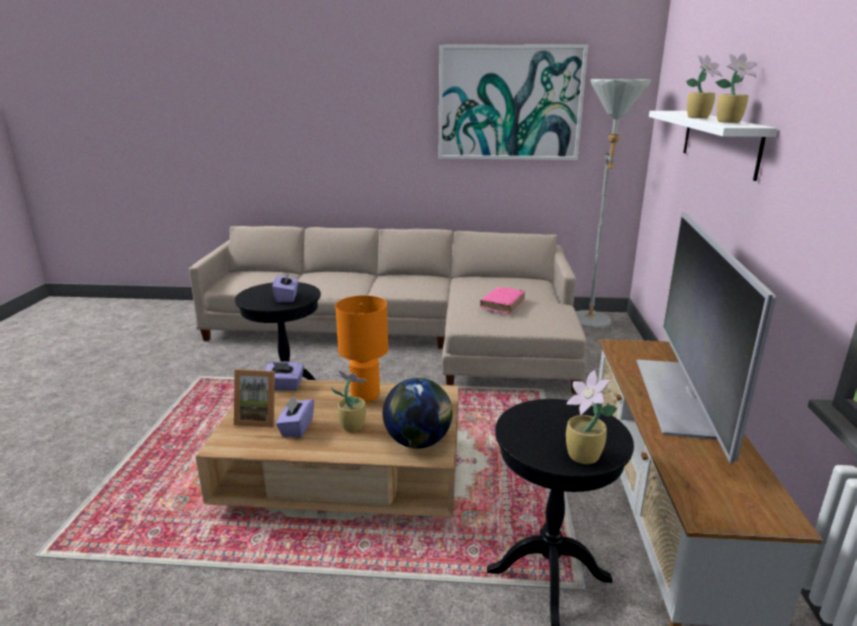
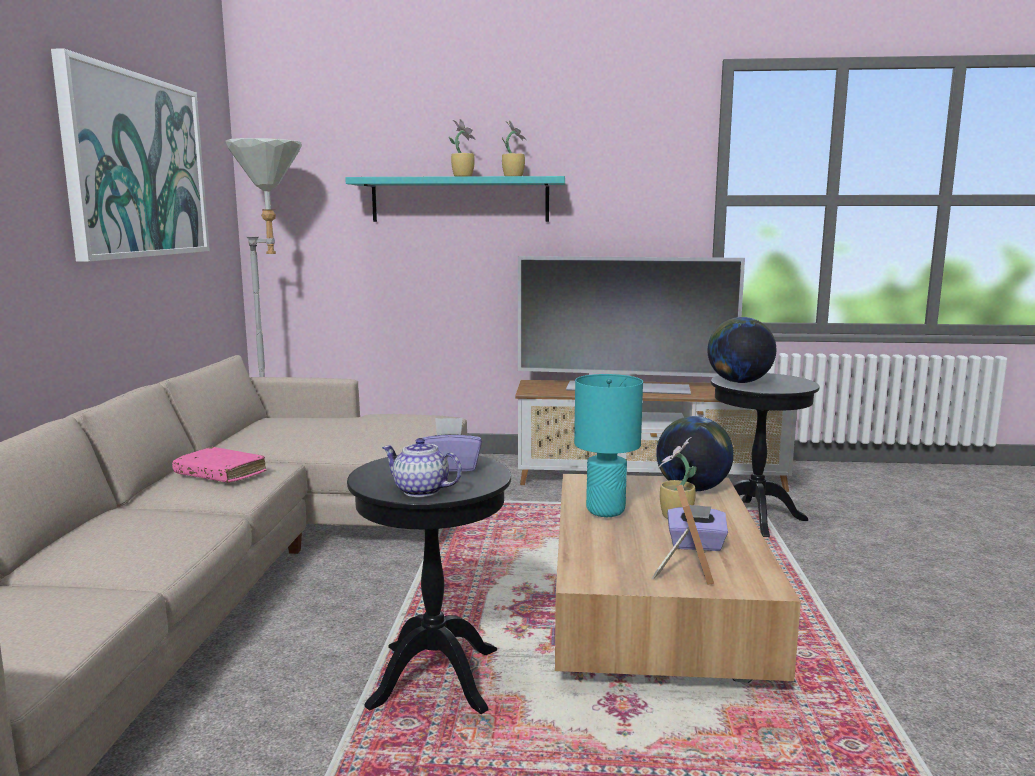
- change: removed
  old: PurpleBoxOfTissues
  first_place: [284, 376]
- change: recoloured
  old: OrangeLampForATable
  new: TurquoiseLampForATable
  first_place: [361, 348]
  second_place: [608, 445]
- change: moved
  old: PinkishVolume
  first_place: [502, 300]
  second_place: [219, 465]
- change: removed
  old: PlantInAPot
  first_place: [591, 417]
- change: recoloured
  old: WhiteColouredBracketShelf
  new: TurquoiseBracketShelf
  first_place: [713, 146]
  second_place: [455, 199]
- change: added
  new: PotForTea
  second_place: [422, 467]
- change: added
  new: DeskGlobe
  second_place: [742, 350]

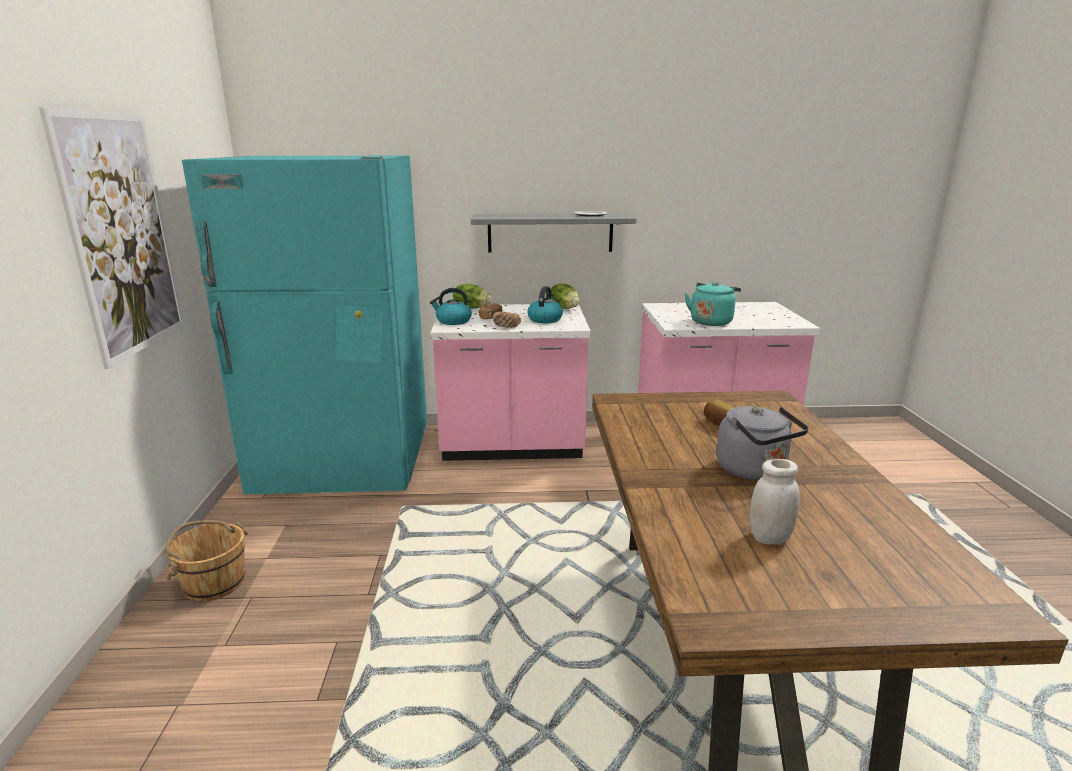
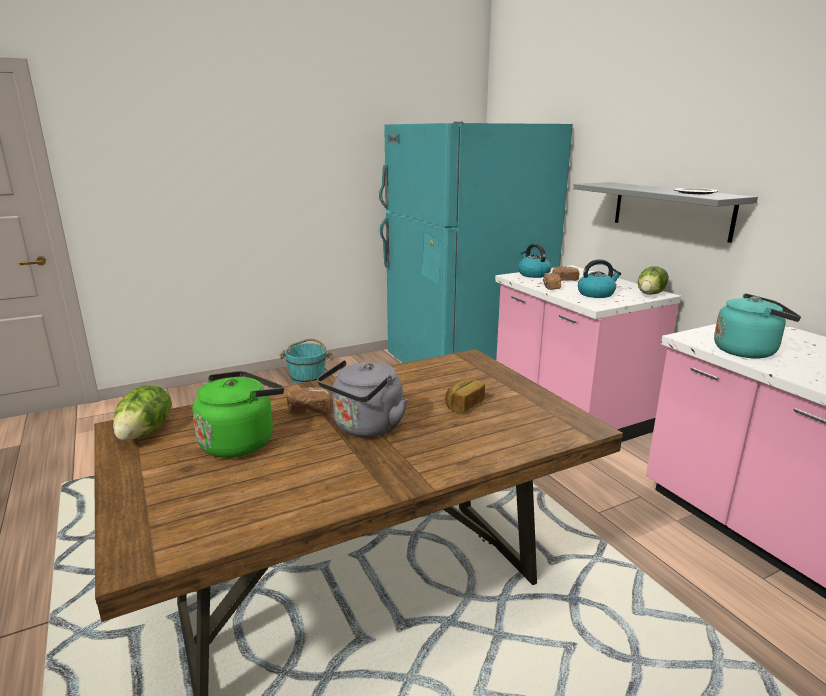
- change: removed
  old: WallArt
  first_place: [112, 238]
- change: recoloured
  old: BrownWaterBucket
  new: TurquoiseWaterBucket
  first_place: [207, 560]
  second_place: [306, 361]
- change: moved
  old: HeadOfLettuce
  first_place: [472, 296]
  second_place: [142, 412]
- change: replaced
  old: WhiteColouredJar
  new: GreenishTeaKettle
  first_place: [774, 501]
  second_place: [238, 414]
- change: added
  new: BakeryBread
  second_place: [308, 400]

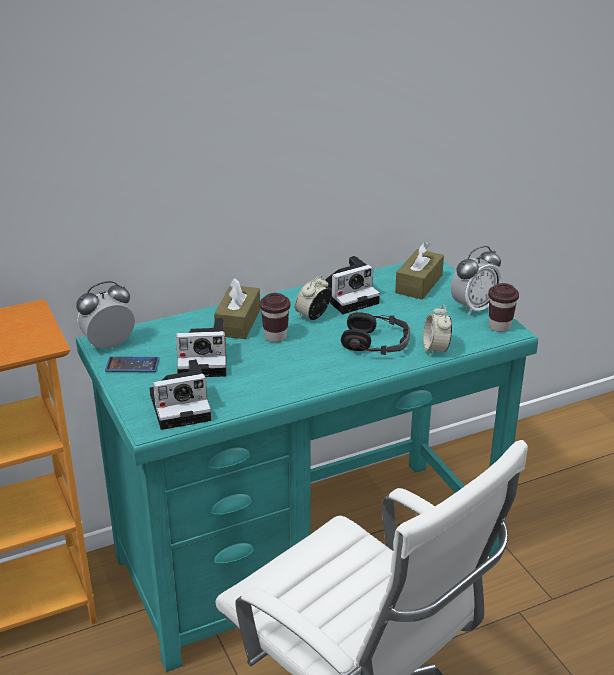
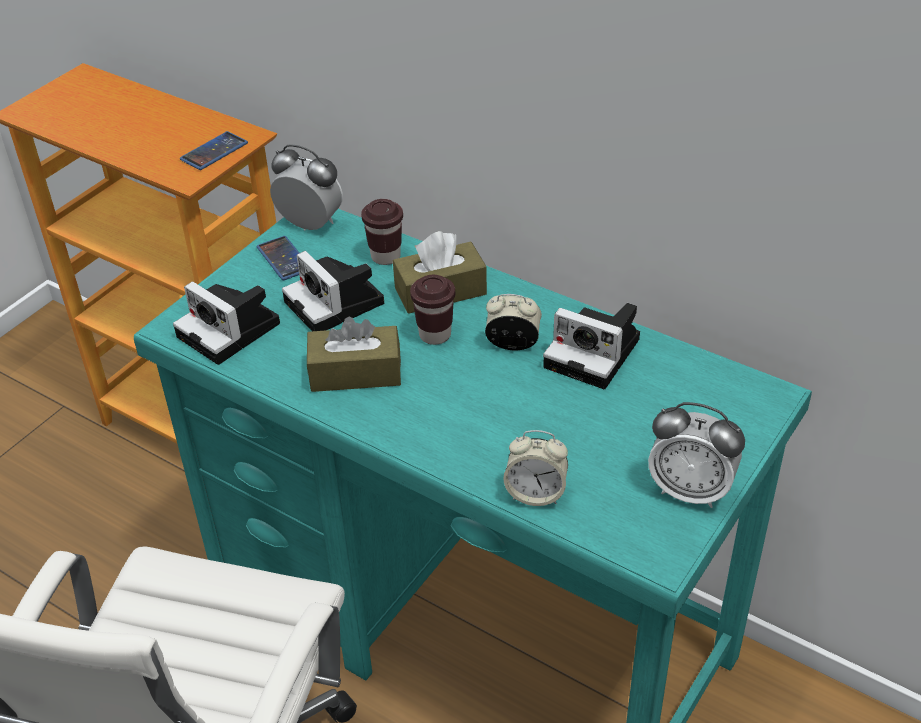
- change: removed
  old: Headphones
  first_place: [375, 333]
- change: moved
  old: BrownBoxOfTissues
  first_place: [419, 270]
  second_place: [354, 354]
- change: turned
  old: AlarmClock
  first_place: [437, 330]
  second_place: [535, 468]
  degrees: -135
- change: moved
  old: BrownSmallCup
  first_place: [503, 307]
  second_place: [382, 232]
- change: added
  new: Phone
  second_place: [214, 150]

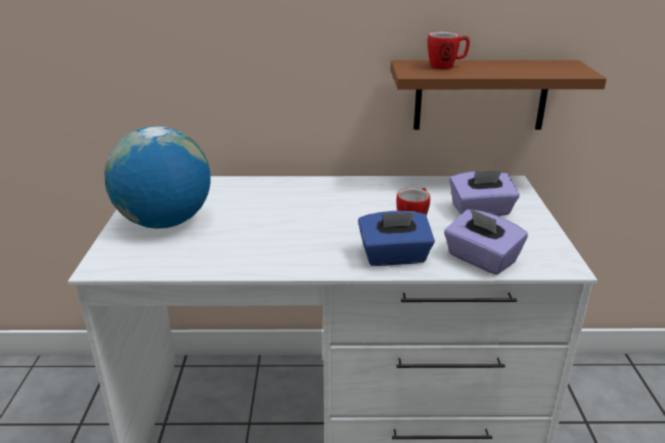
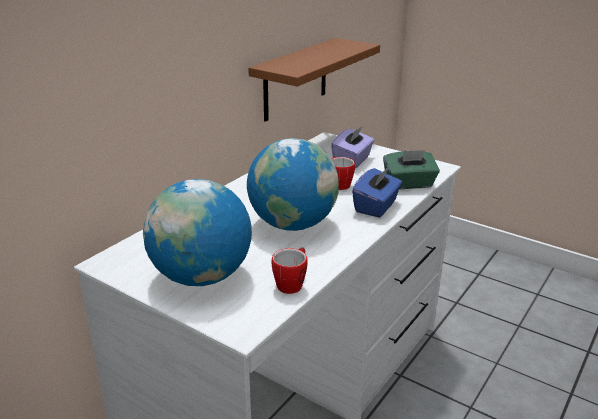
- change: moved
  old: CoffeeMug
  first_place: [448, 51]
  second_place: [289, 270]
- change: recoloured
  old: PurpleBoxOfTissues
  new: GreenishBoxOfTissues
  first_place: [486, 242]
  second_place: [411, 170]
- change: added
  new: DeskGlobe
  second_place: [293, 184]

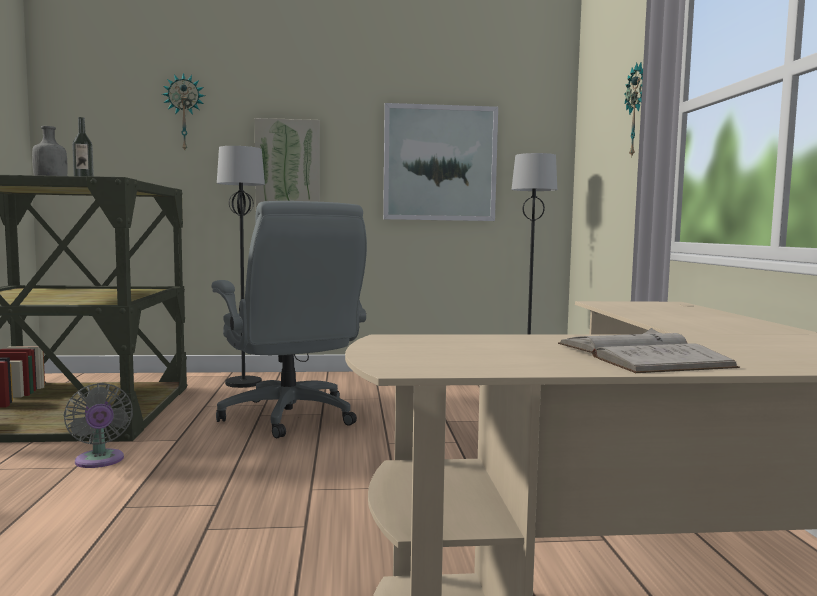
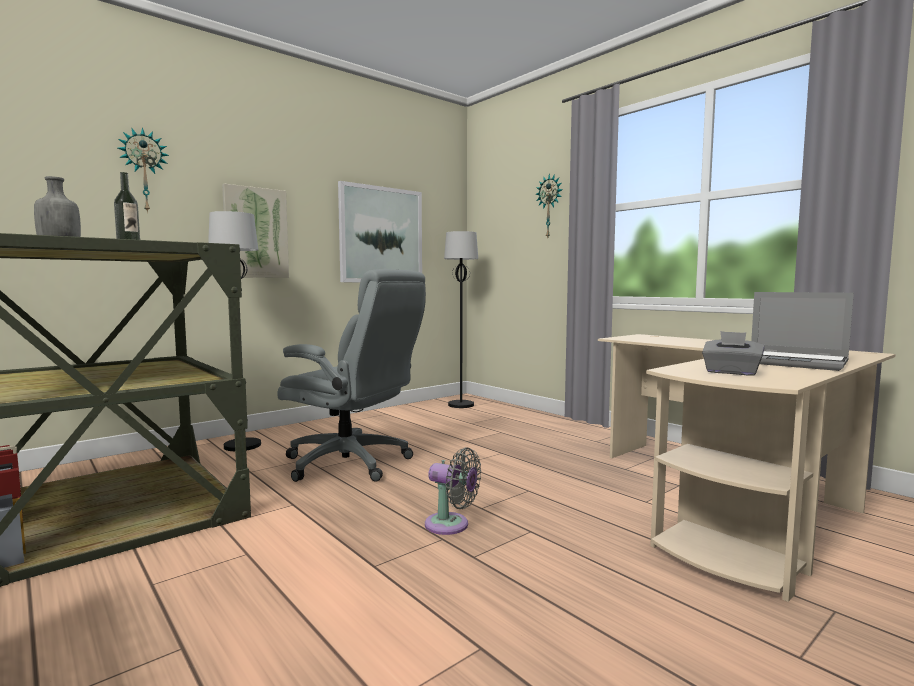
- change: moved
  old: GreyCoolingFan
  first_place: [98, 425]
  second_place: [453, 491]
- change: replaced
  old: WhiteColouredVolume
  new: NotebookComputer
  first_place: [649, 350]
  second_place: [802, 331]
- change: added
  new: GreyBoxOfTissues
  second_place: [733, 353]

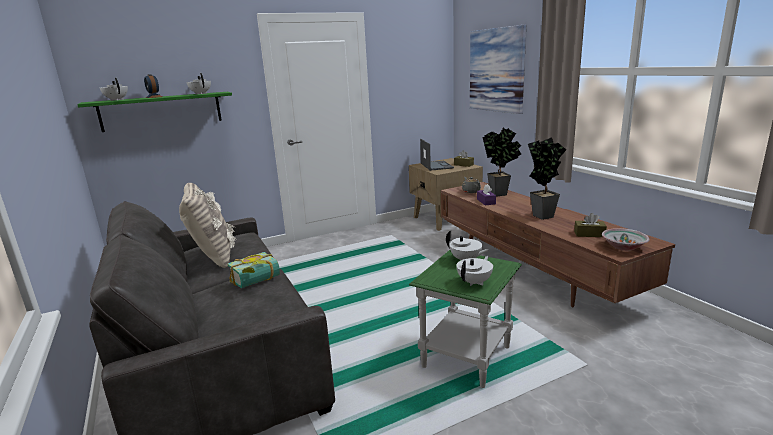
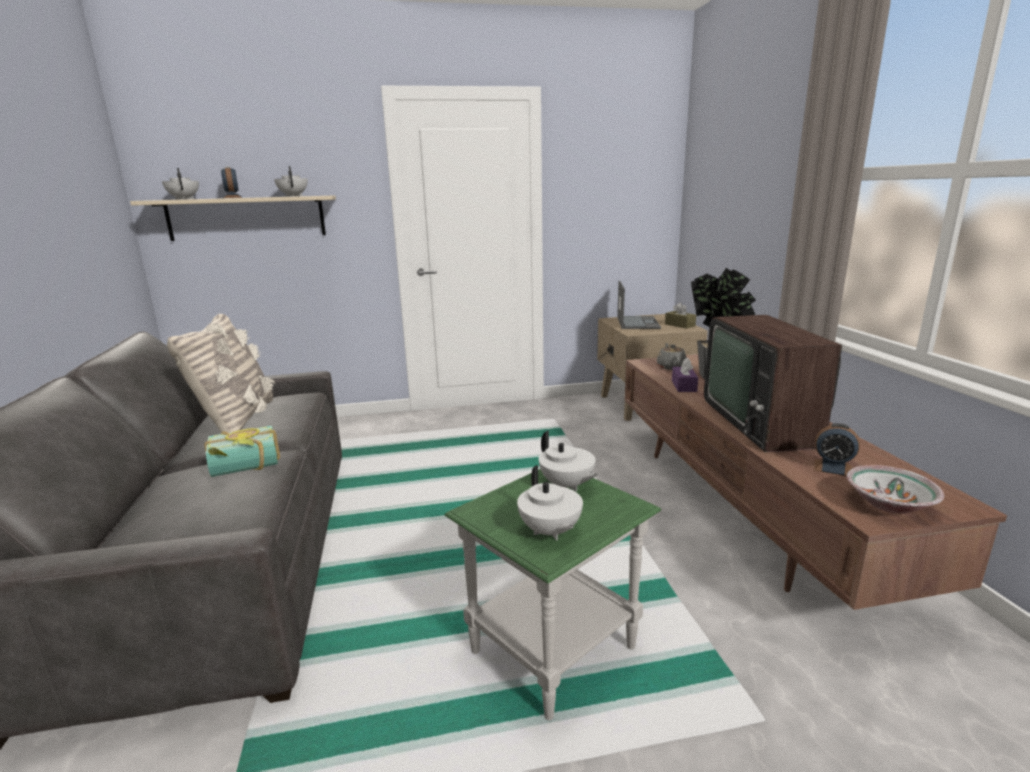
- change: recoloured
  old: GreenishBracketShelf
  new: SandColouredBracketShelf
  first_place: [154, 112]
  second_place: [233, 218]
- change: turned
  old: WhiteColouredPotForTea
  first_place: [474, 271]
  second_place: [550, 503]
  degrees: 105
- change: removed
  old: WallArt
  first_place: [498, 69]
- change: replaced
  old: PlantInAPot
  new: Television
  first_place: [547, 179]
  second_place: [773, 383]
- change: replaced
  old: BrownBoxOfTissues
  new: AlarmClock
  first_place: [590, 225]
  second_place: [837, 449]

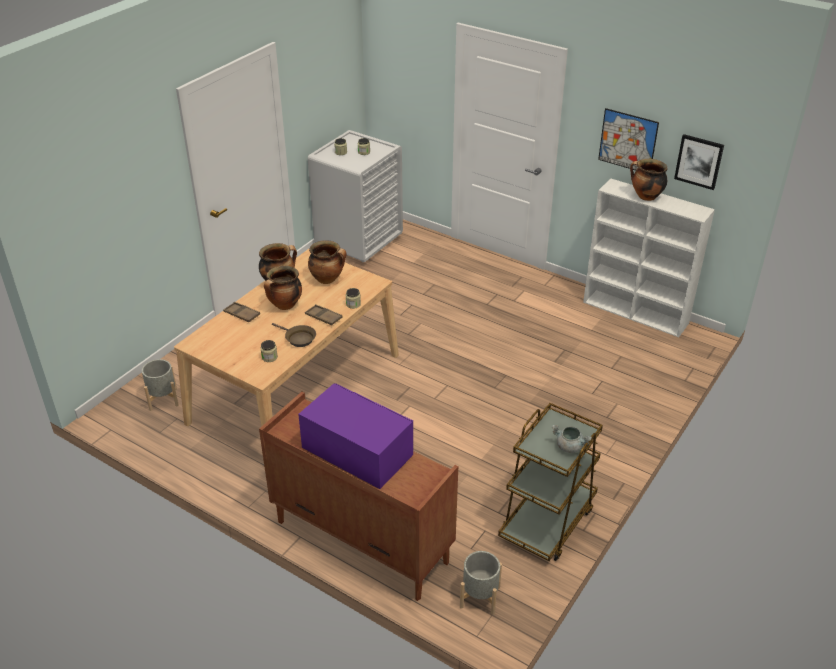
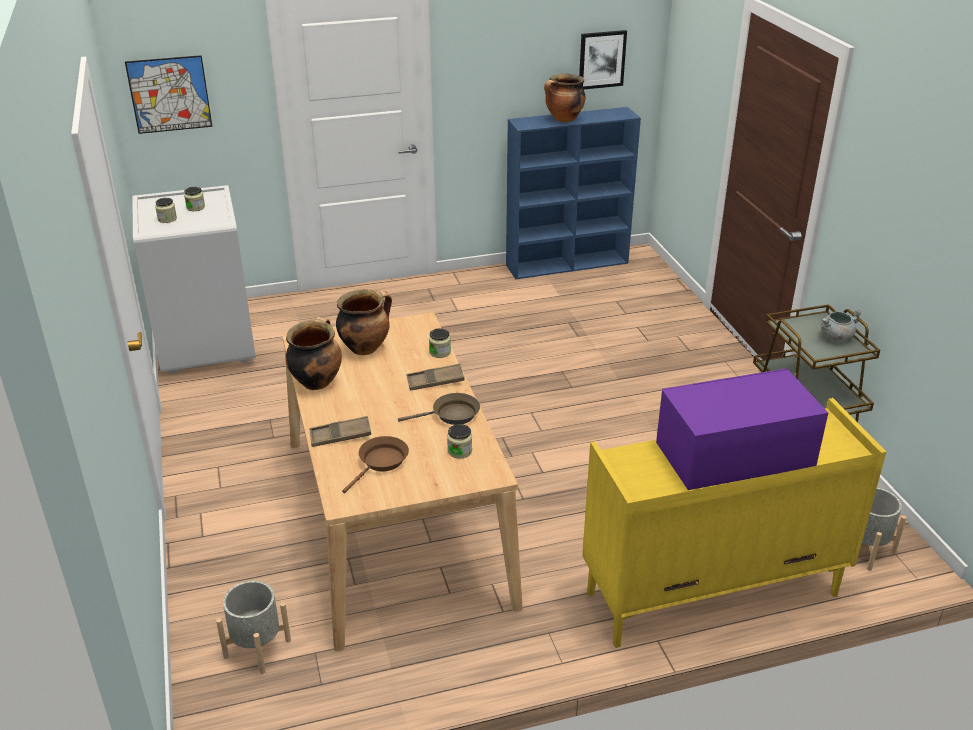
- change: recoloured
  old: BrownStorageCabinet
  new: YellowColouredStorageCabinet
  first_place: [358, 496]
  second_place: [734, 523]
- change: removed
  old: Stockpot
  first_place: [283, 288]
- change: recoloured
  old: WhiteColouredShelvingUnit
  new: BluishShelvingUnit
  first_place: [649, 257]
  second_place: [573, 193]
- change: moved
  old: WallArt
  first_place: [628, 139]
  second_place: [168, 94]
- change: added
  new: BrownFryingPan
  second_place: [375, 464]

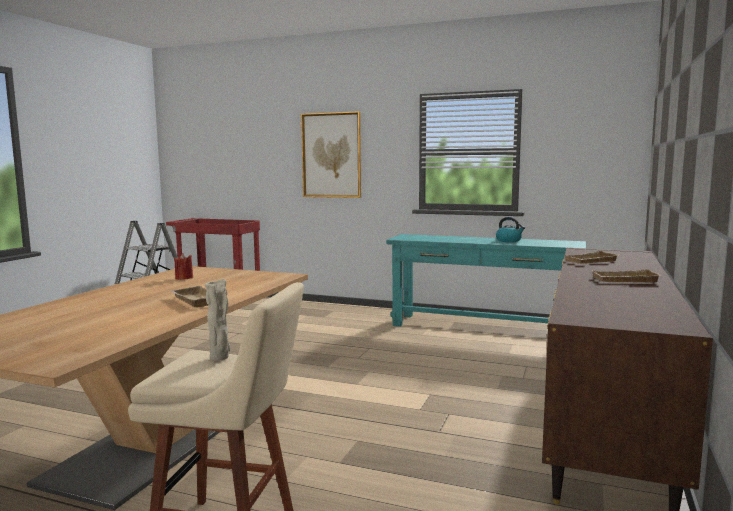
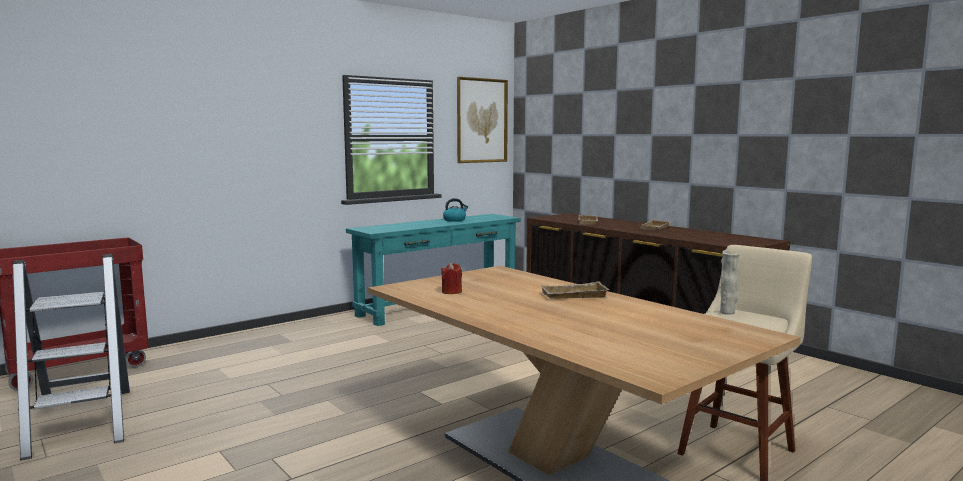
- change: moved
  old: WallArt
  first_place: [331, 154]
  second_place: [482, 120]

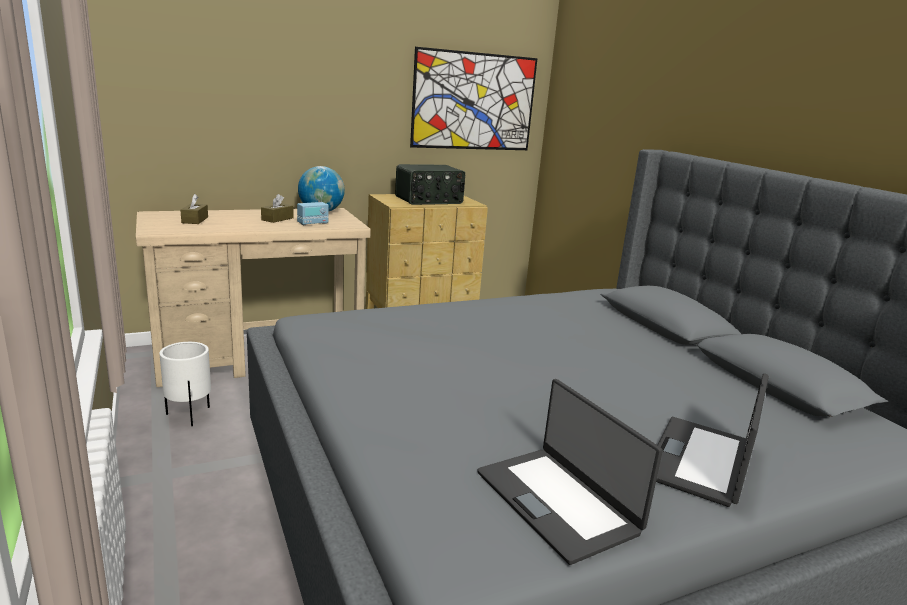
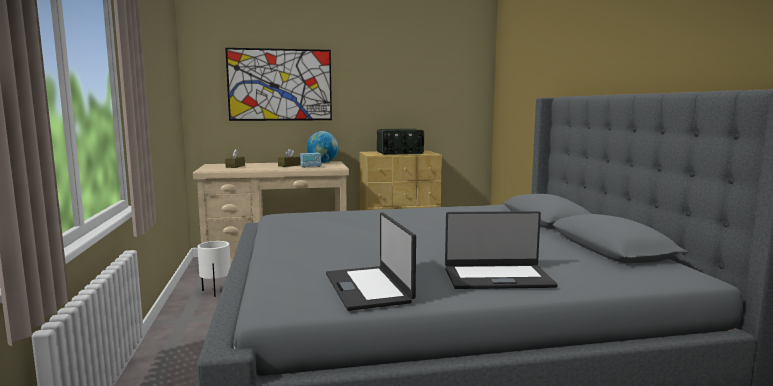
- change: moved
  old: WallArt
  first_place: [473, 98]
  second_place: [278, 84]
- change: turned
  old: NotebookComputer
  first_place: [712, 440]
  second_place: [501, 250]
  degrees: -135

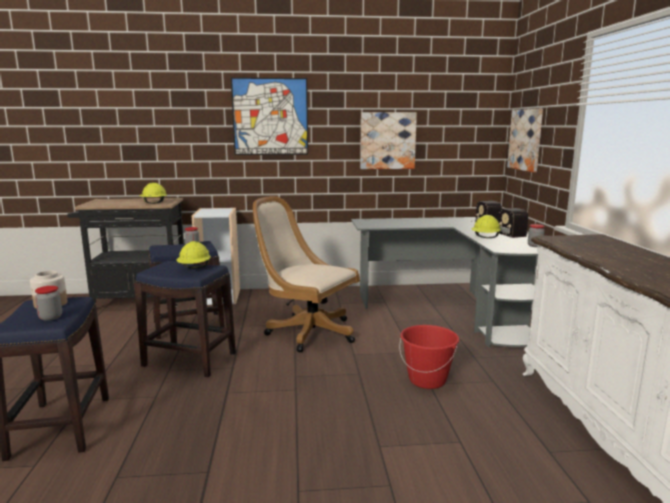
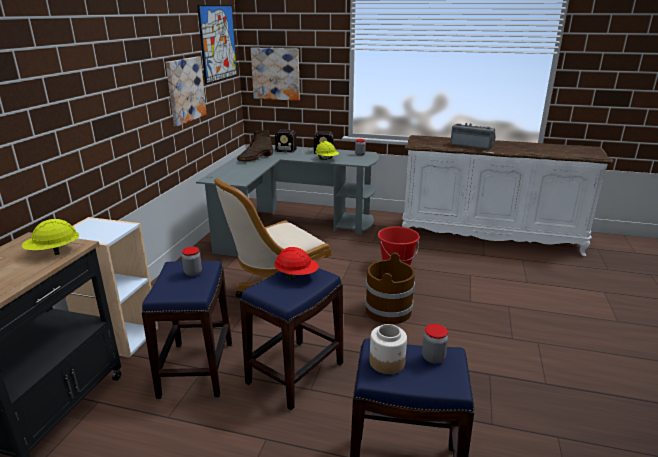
- change: recoloured
  old: YellowColouredHardHat
  new: RedColouredHardHat
  first_place: [193, 254]
  second_place: [296, 263]
- change: moved
  old: WallArt
  first_place: [269, 116]
  second_place: [217, 44]
- change: added
  new: BrownTallBoot
  second_place: [255, 145]
- change: added
  new: BrownWaterBucket
  second_place: [390, 288]
- change: added
  new: Radio
  second_place: [473, 136]

